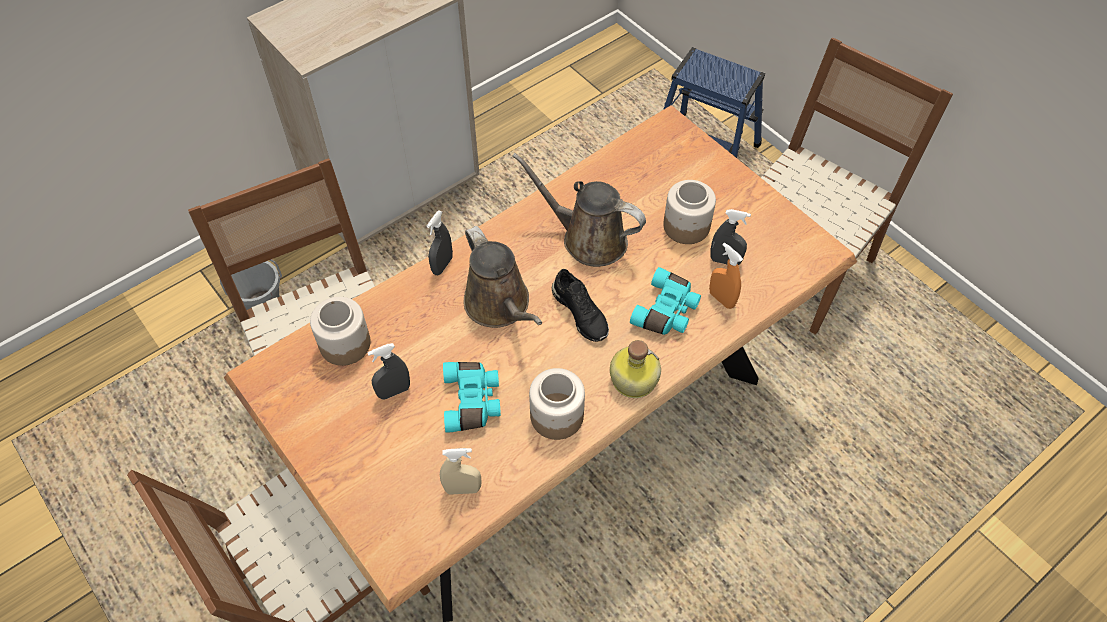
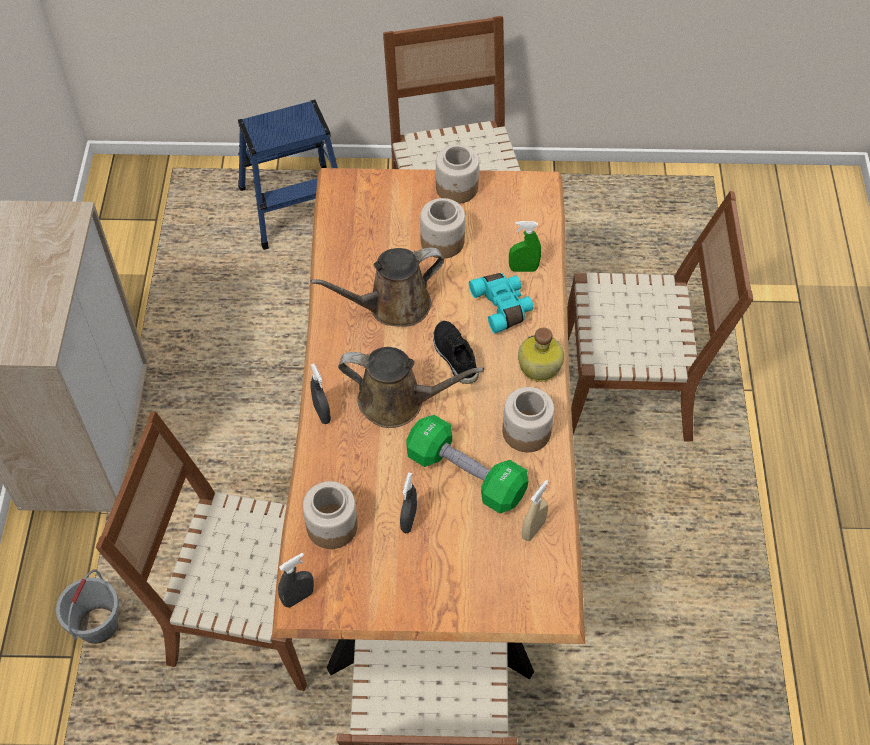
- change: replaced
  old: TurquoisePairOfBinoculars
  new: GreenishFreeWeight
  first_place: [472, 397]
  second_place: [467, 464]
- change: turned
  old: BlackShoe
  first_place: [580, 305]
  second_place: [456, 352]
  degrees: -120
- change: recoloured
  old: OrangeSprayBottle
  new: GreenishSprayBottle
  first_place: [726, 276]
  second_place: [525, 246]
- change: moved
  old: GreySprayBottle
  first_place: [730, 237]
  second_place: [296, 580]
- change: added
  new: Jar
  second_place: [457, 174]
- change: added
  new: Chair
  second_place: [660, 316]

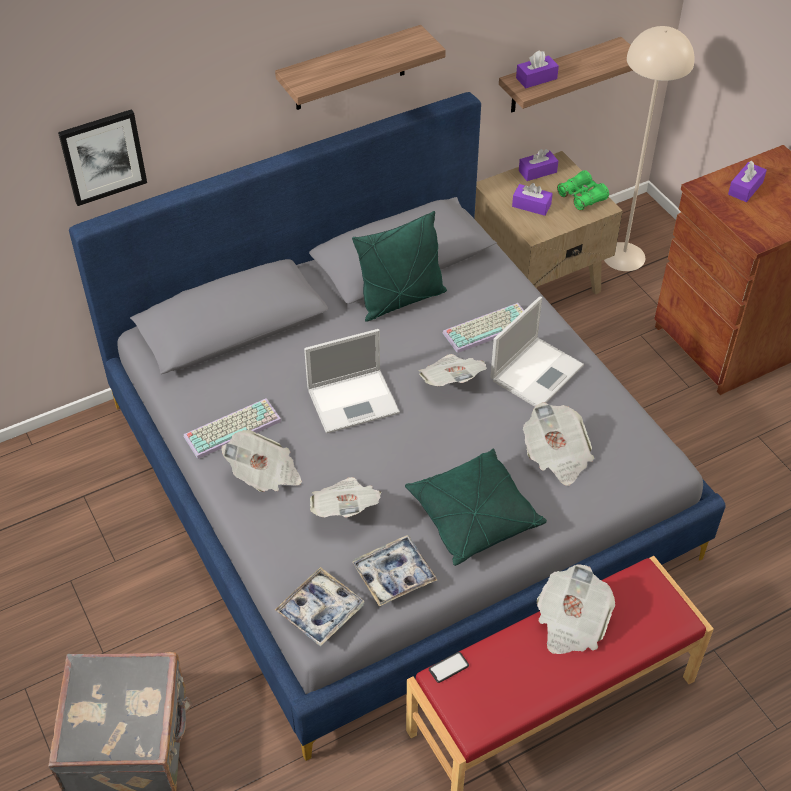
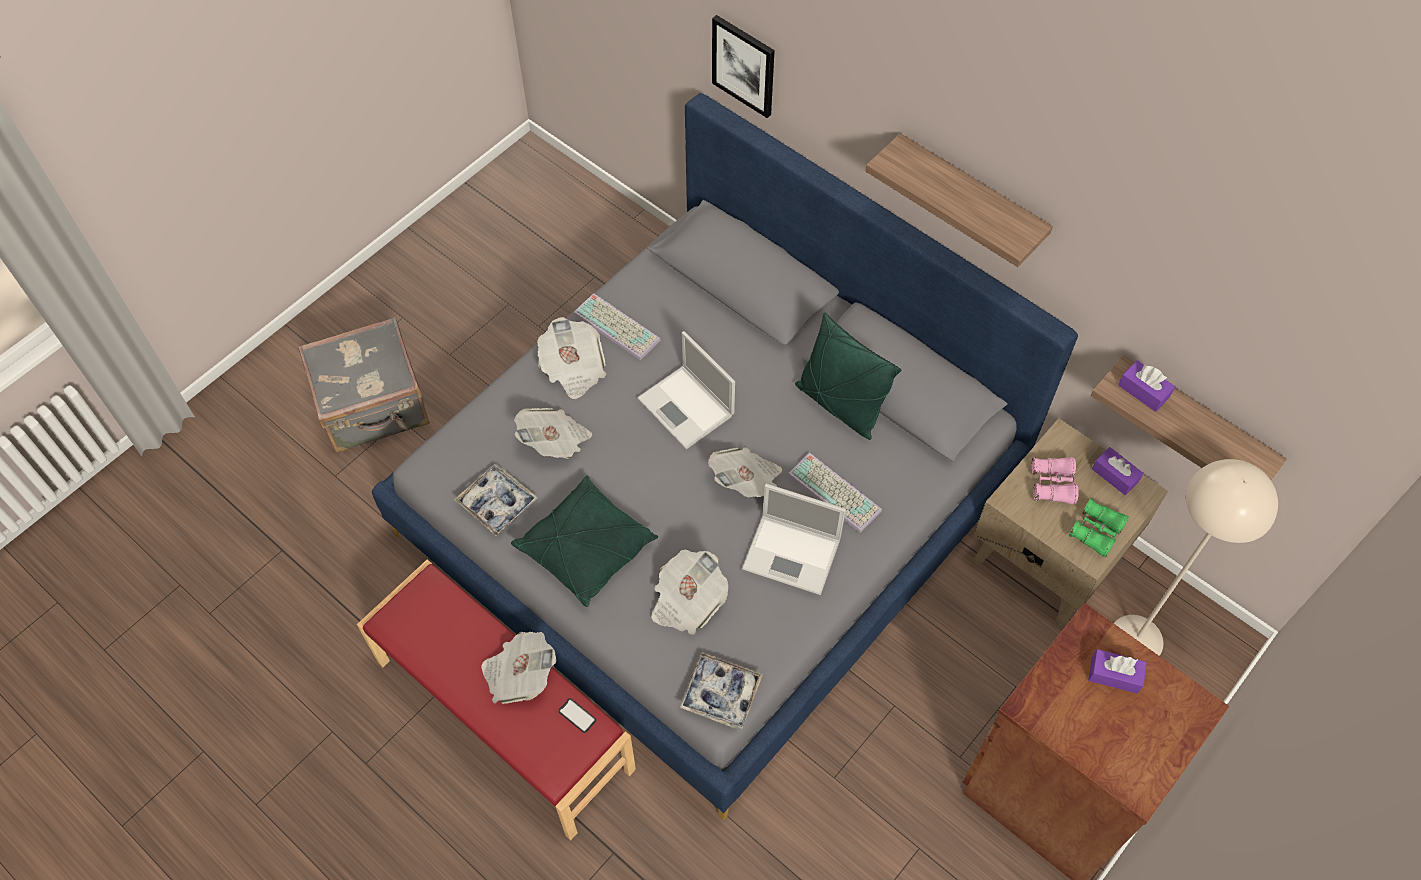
- change: moved
  old: Tray
  first_place: [320, 607]
  second_place: [721, 691]
- change: moved
  old: Phone
  first_place: [449, 667]
  second_place: [577, 715]
- change: replaced
  old: PurpleBoxOfTissues
  new: PinkishPairOfBinoculars
  first_place: [532, 199]
  second_place: [1055, 480]

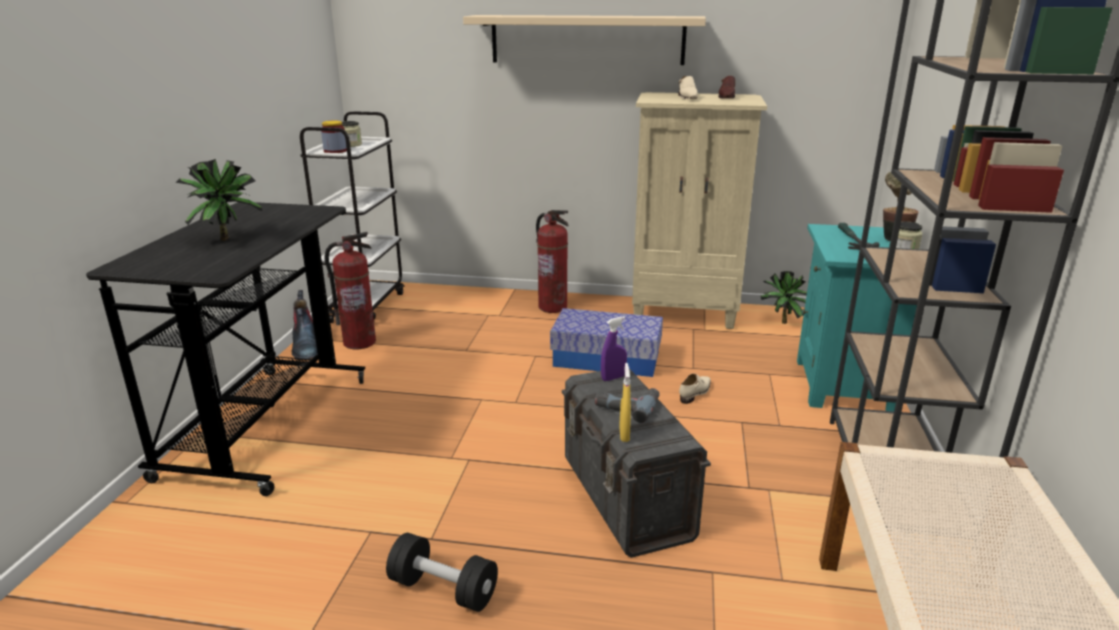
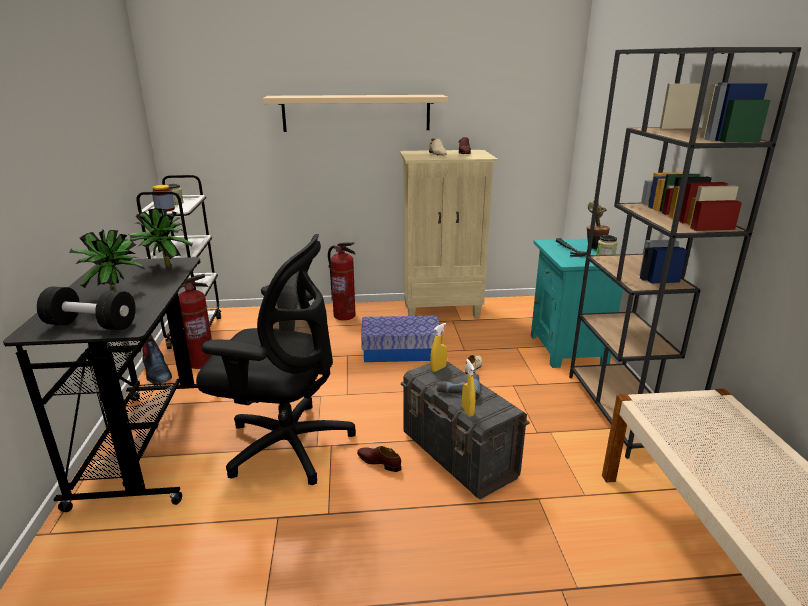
- change: moved
  old: BlackFreeWeight
  first_place: [442, 572]
  second_place: [86, 308]
- change: recoloured
  old: PurpleSprayBottle
  new: YellowColouredSprayBottle
  first_place: [614, 348]
  second_place: [438, 347]
- change: moved
  old: PlantInAPot
  first_place: [784, 297]
  second_place: [160, 238]
- change: added
  new: BlackComputerChair
  second_place: [276, 359]
- change: added
  new: BrownShoe
  second_place: [379, 459]

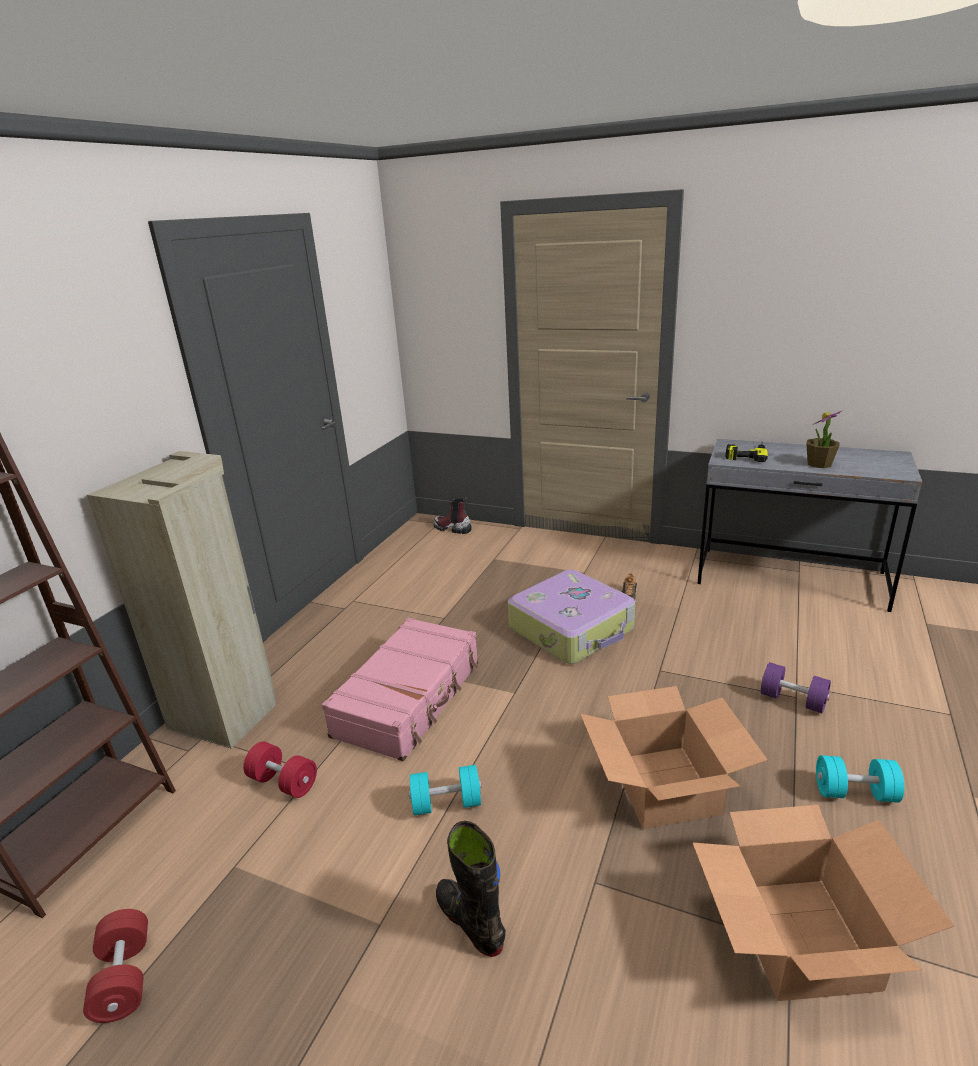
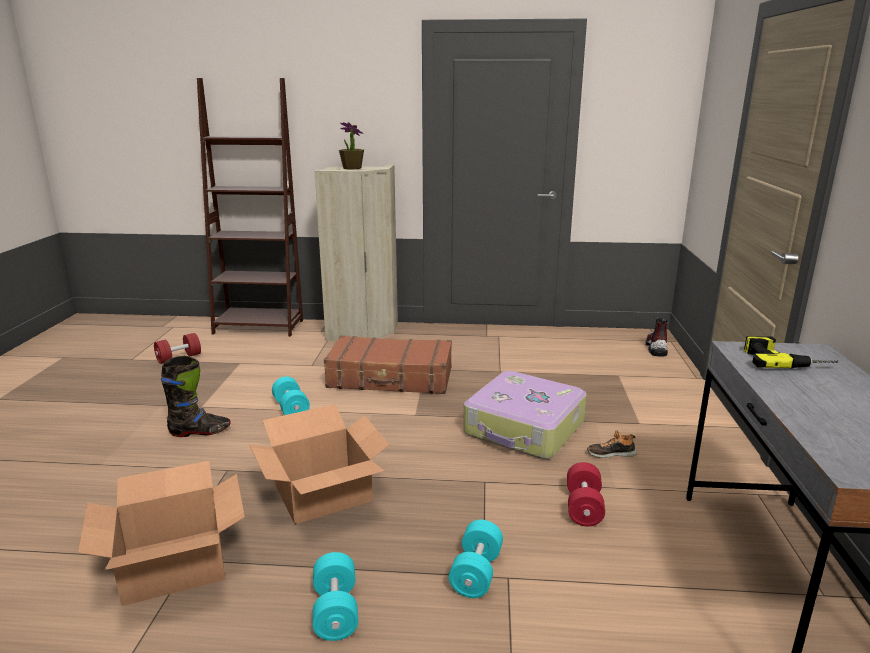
- change: moved
  old: RedColouredFreeWeight
  first_place: [280, 769]
  second_place: [586, 494]
- change: recoloured
  old: PinkishPieceOfLuggage
  new: BrownPieceOfLuggage
  first_place: [400, 689]
  second_place: [388, 364]
- change: turned
  old: BlackTallBoot
  first_place: [471, 889]
  second_place: [196, 396]
  degrees: 45
- change: recoloured
  old: PurpleFreeWeight
  new: TurquoiseFreeWeight
  first_place: [796, 687]
  second_place: [476, 559]
- change: moved
  old: PlantInAPot
  first_place: [824, 439]
  second_place: [351, 145]

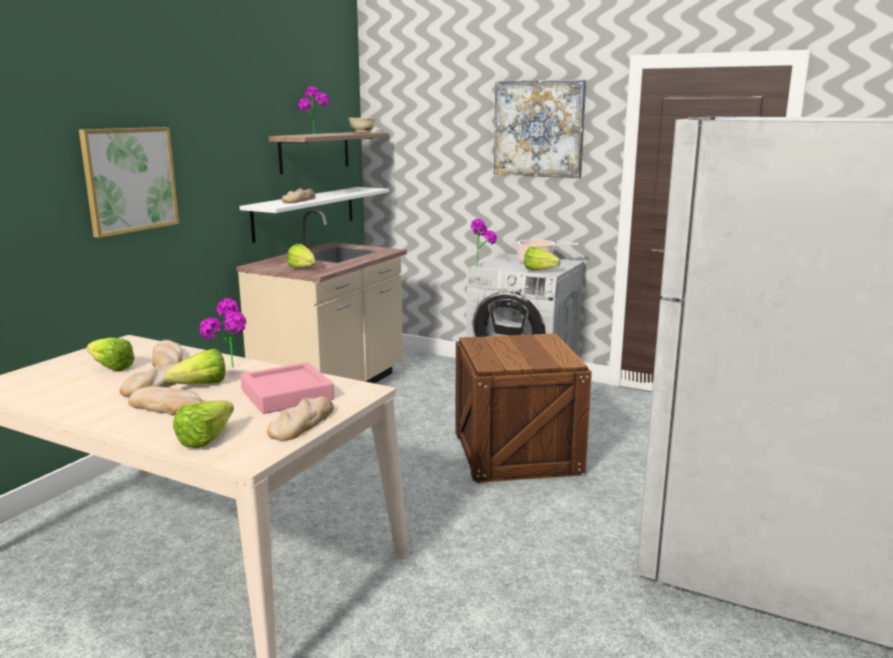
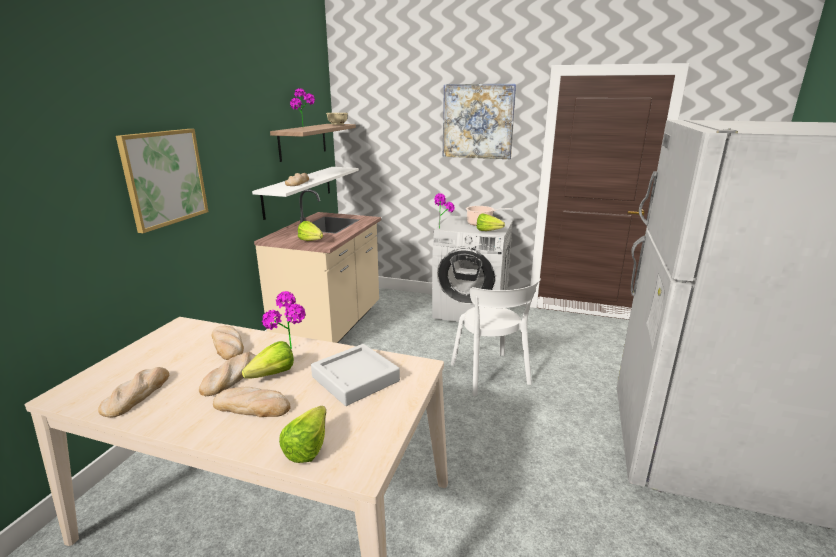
- change: removed
  old: HeadOfLettuce
  first_place: [111, 354]
- change: recoloured
  old: PinkishTray
  new: GreyTray
  first_place: [287, 388]
  second_place: [355, 375]
- change: moved
  old: BakeryBread
  first_place: [300, 418]
  second_place: [133, 392]
- change: replaced
  old: ShippingCrate
  new: WhiteColouredChair
  first_place: [523, 408]
  second_place: [496, 337]

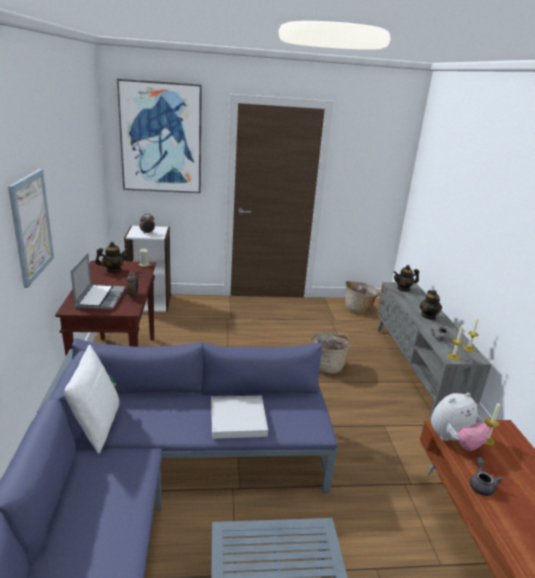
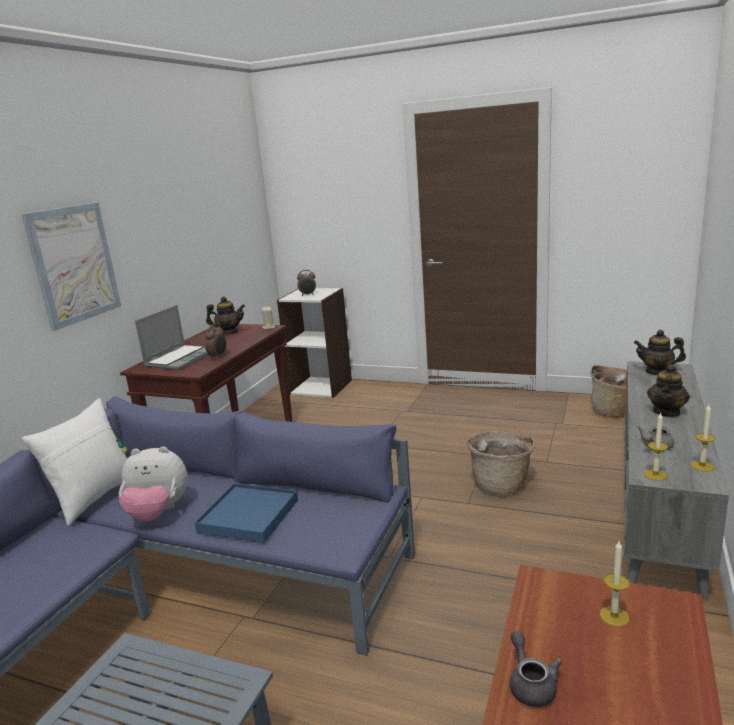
- change: removed
  old: WallArt
  first_place: [159, 136]
- change: recoloured
  old: WhiteColouredTray
  new: BluishTray
  first_place: [239, 417]
  second_place: [246, 513]
- change: moved
  old: CuddlyToy
  first_place: [460, 422]
  second_place: [153, 484]
- change: turned
  old: GreyPotForTea
  first_place: [486, 476]
  second_place: [536, 669]
  degrees: -45

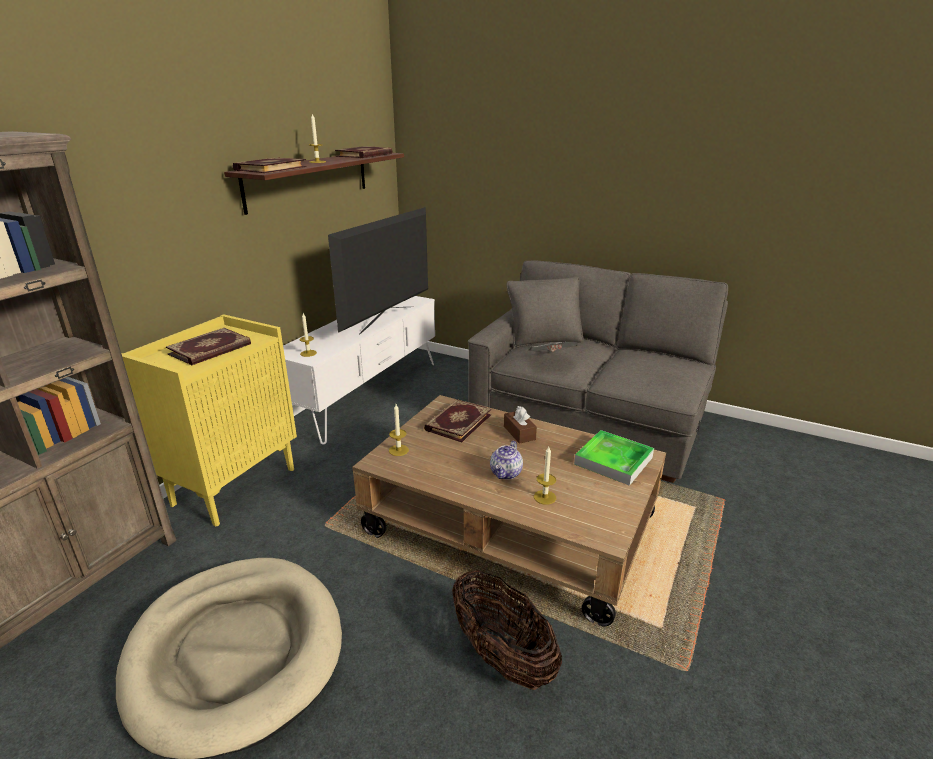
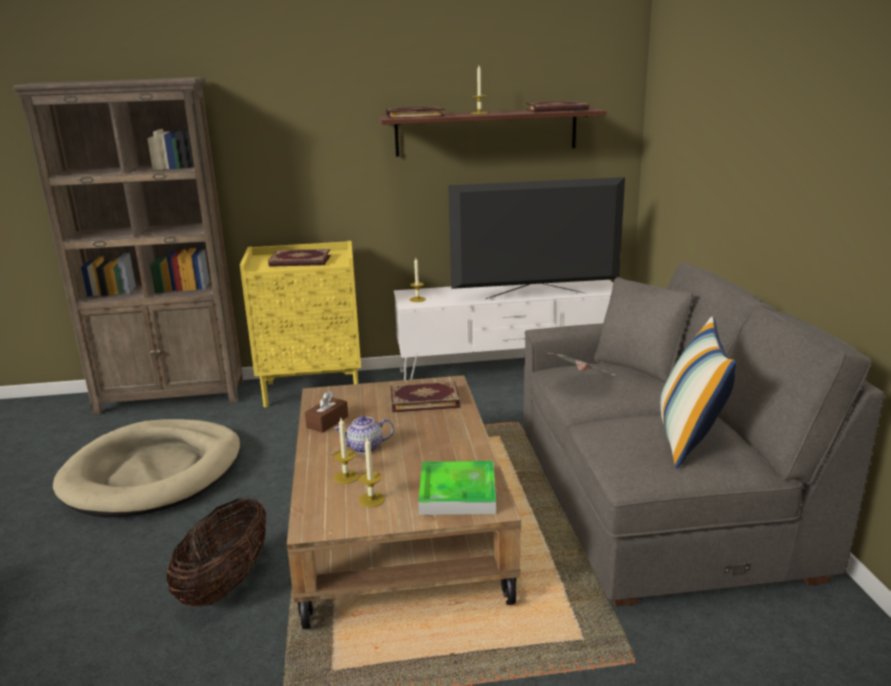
- change: moved
  old: WaxLight
  first_place: [399, 430]
  second_place: [372, 473]
- change: moved
  old: BrownBoxOfTissues
  first_place: [520, 425]
  second_place: [326, 412]
- change: added
  new: Cushion
  second_place: [698, 392]

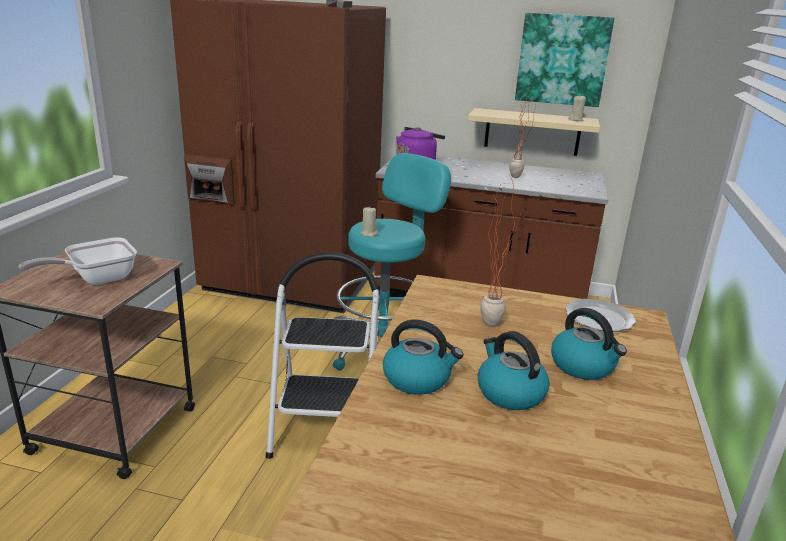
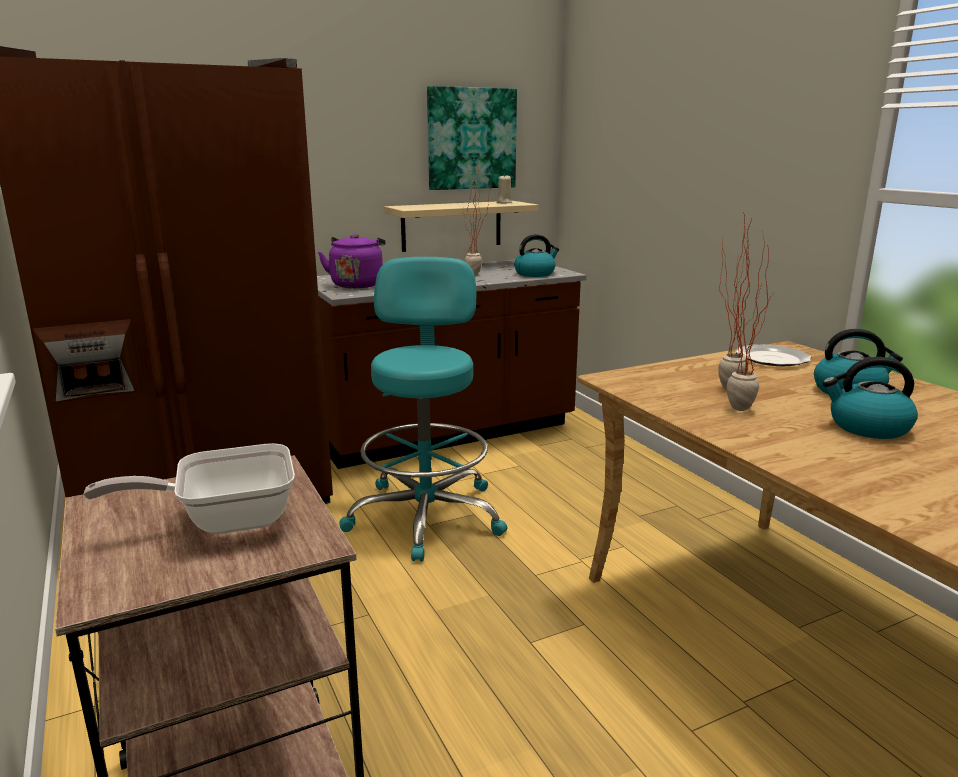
- change: turned
  old: FryingPan
  first_place: [78, 261]
  second_place: [189, 488]
  degrees: 60
- change: removed
  old: StepLadder
  first_place: [322, 355]
- change: removed
  old: SandColouredWaxLight
  first_place: [369, 222]
- change: moved
  old: TeaKettle
  first_place: [423, 357]
  second_place: [536, 255]
- change: added
  new: PlantInAPot
  second_place: [747, 315]

